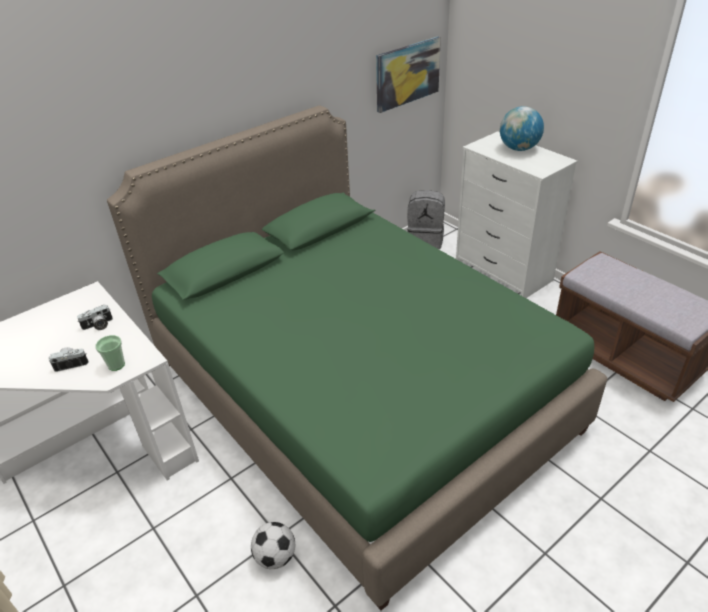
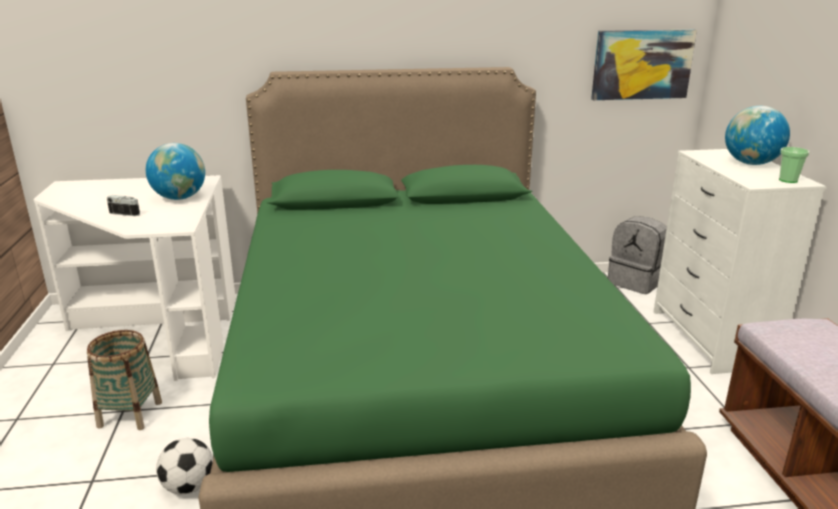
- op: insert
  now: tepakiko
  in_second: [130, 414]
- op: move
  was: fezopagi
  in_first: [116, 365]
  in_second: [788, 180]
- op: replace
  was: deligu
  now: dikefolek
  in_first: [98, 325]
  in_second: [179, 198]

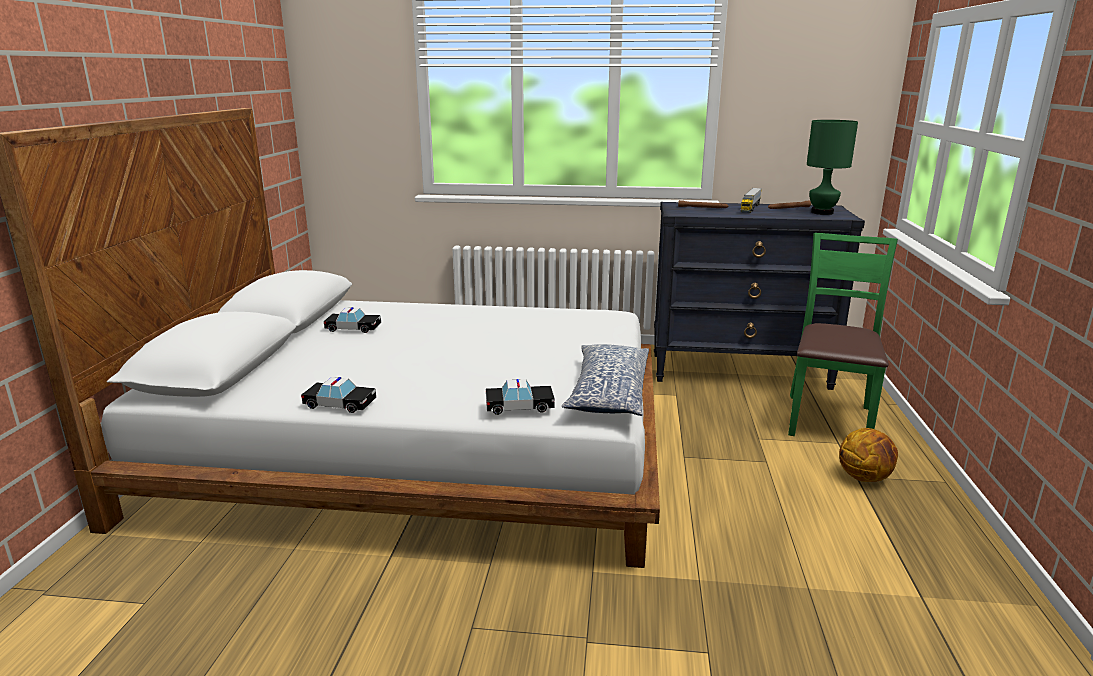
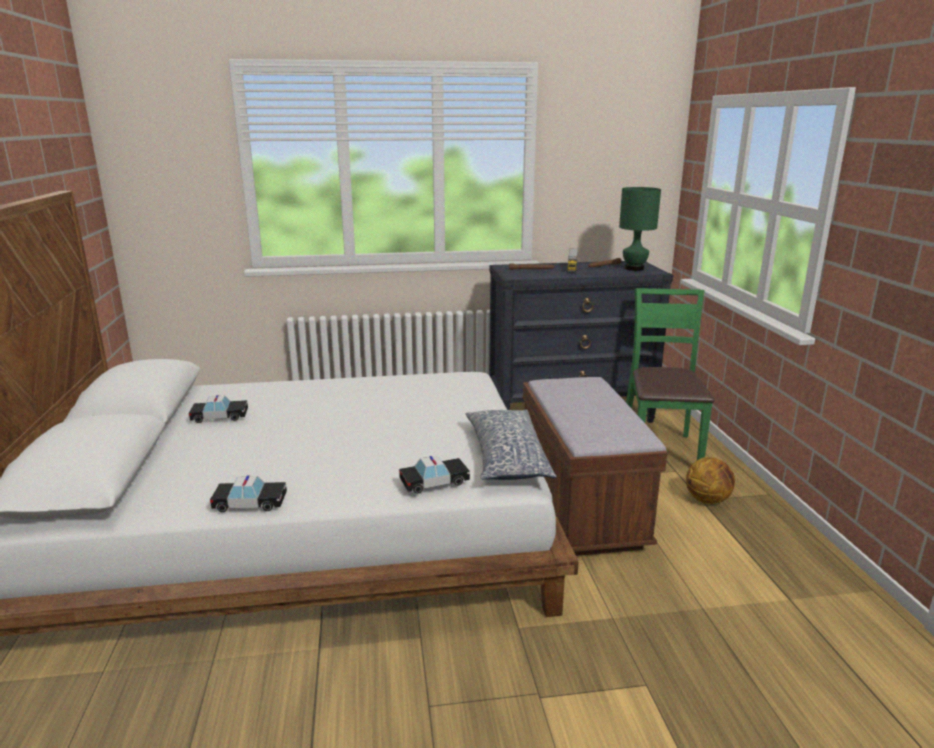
- op: insert
  now: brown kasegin
  in_second: [580, 507]

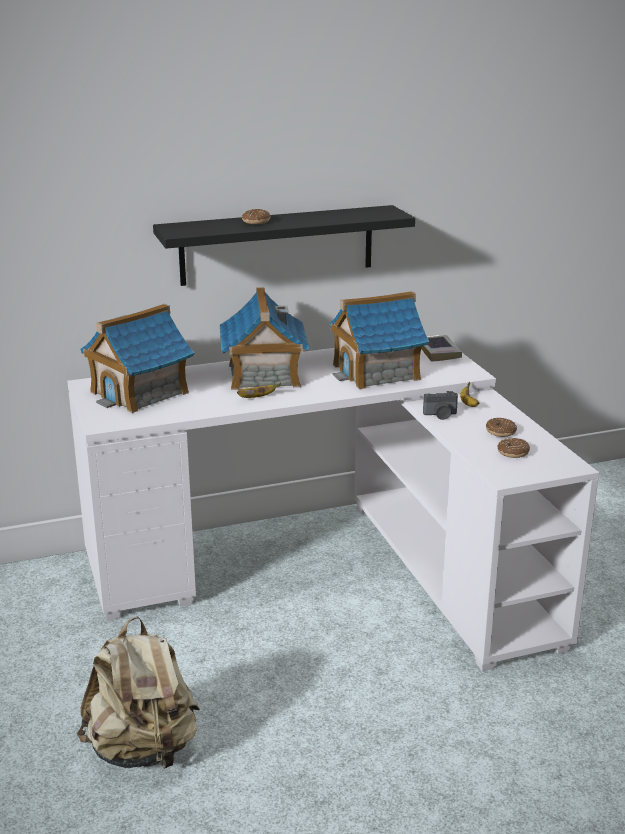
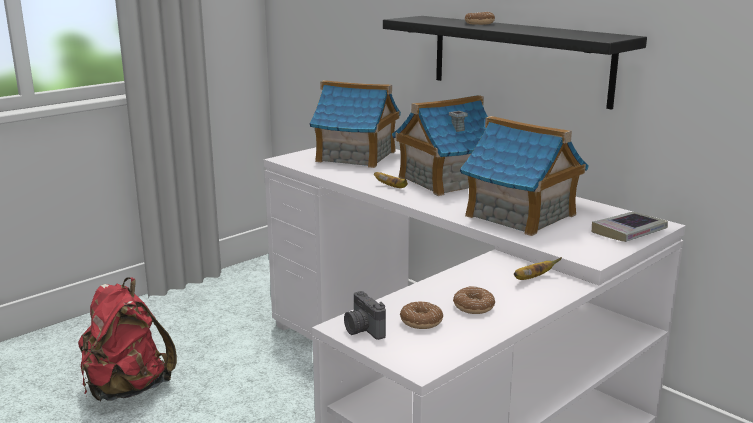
- op: move
  was: deligu
  in_first: [440, 415]
  in_second: [362, 330]
- op: recolor
  was: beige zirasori
  now: red zirasori
  in_first: [143, 750]
  in_second: [127, 389]

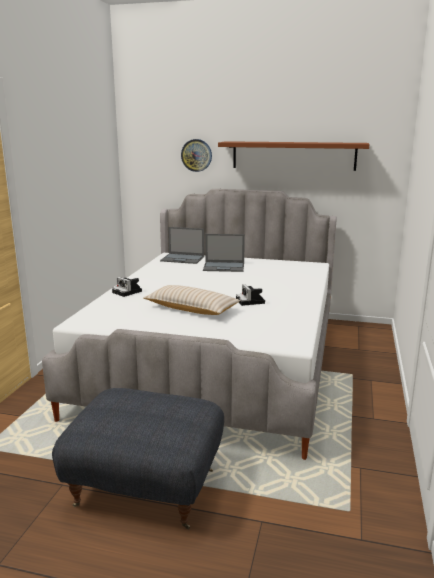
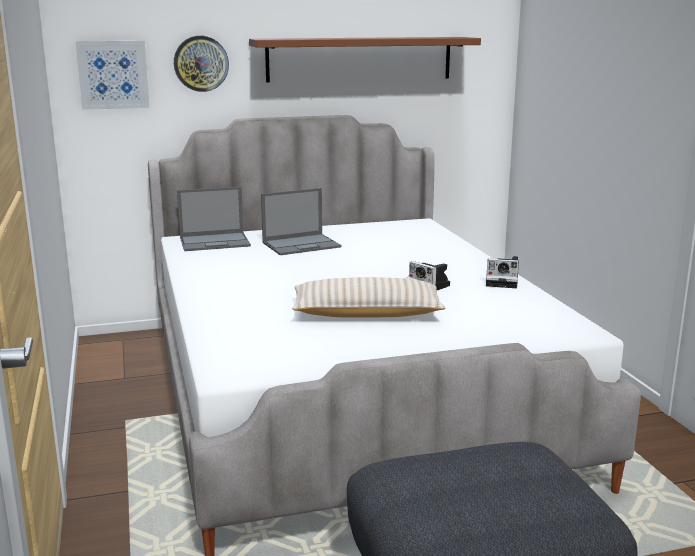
- op: insert
  now: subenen
  in_second: [113, 74]
- op: move
  was: deligu
  in_first: [128, 292]
  in_second: [503, 281]

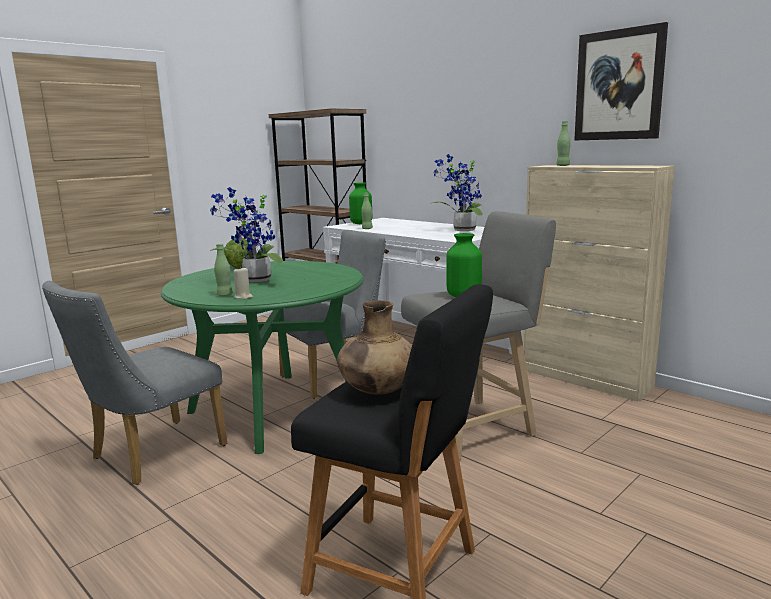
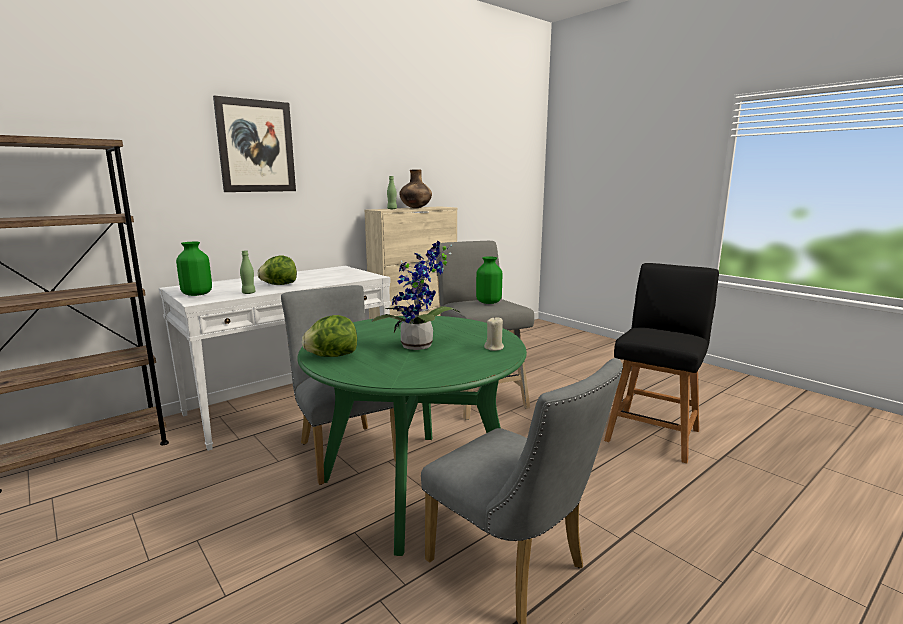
- op: delete
  was: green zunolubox
  in_first: [225, 295]
- op: delete
  was: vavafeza
  in_first: [461, 230]
- op: insert
  now: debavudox
  in_second: [279, 285]
- op: move
  was: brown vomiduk
  in_first: [377, 391]
  in_second: [415, 208]
- op: move
  was: subenen
  in_first: [619, 85]
  in_second: [256, 146]

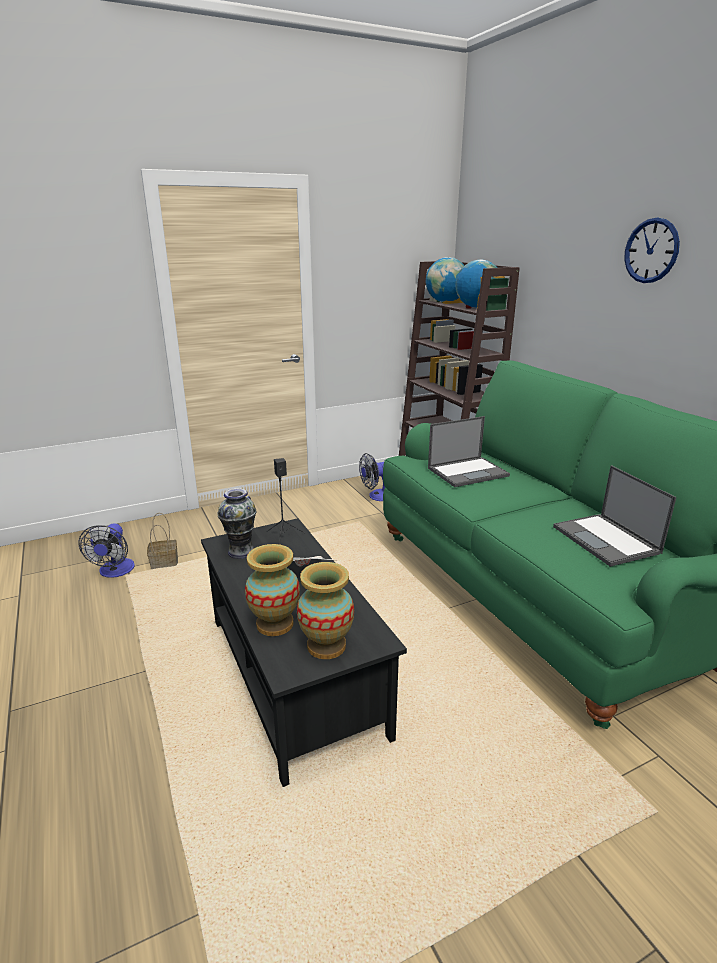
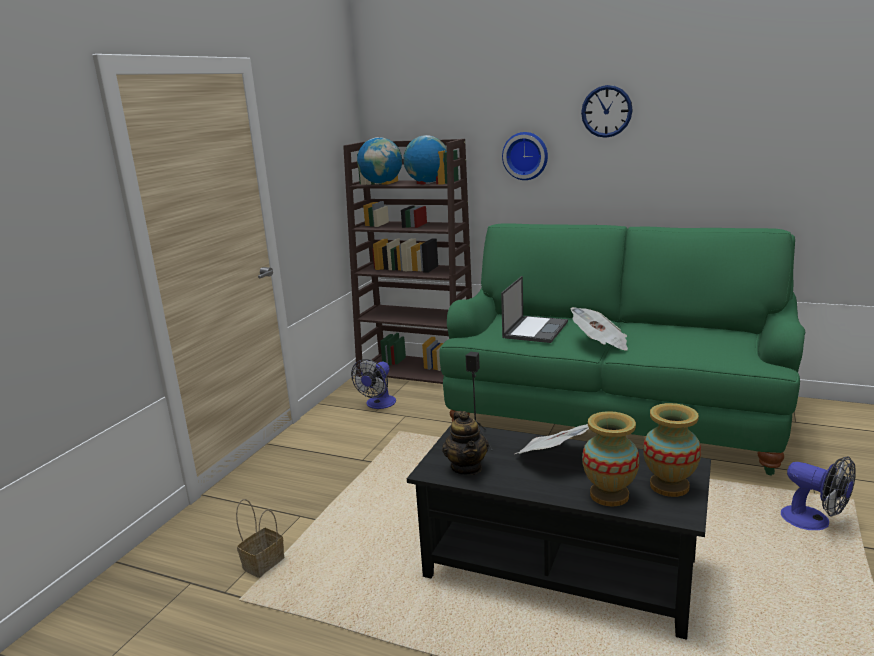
- op: delete
  was: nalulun
  in_first: [607, 540]
- op: insert
  now: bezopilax
  in_second: [525, 155]
- op: insert
  now: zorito
  in_second: [600, 343]
- op: move
  was: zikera
  in_first: [115, 571]
  in_second: [814, 522]
- op: replace
  was: vomiduk
  now: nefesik
  in_first: [241, 551]
  in_second: [466, 467]

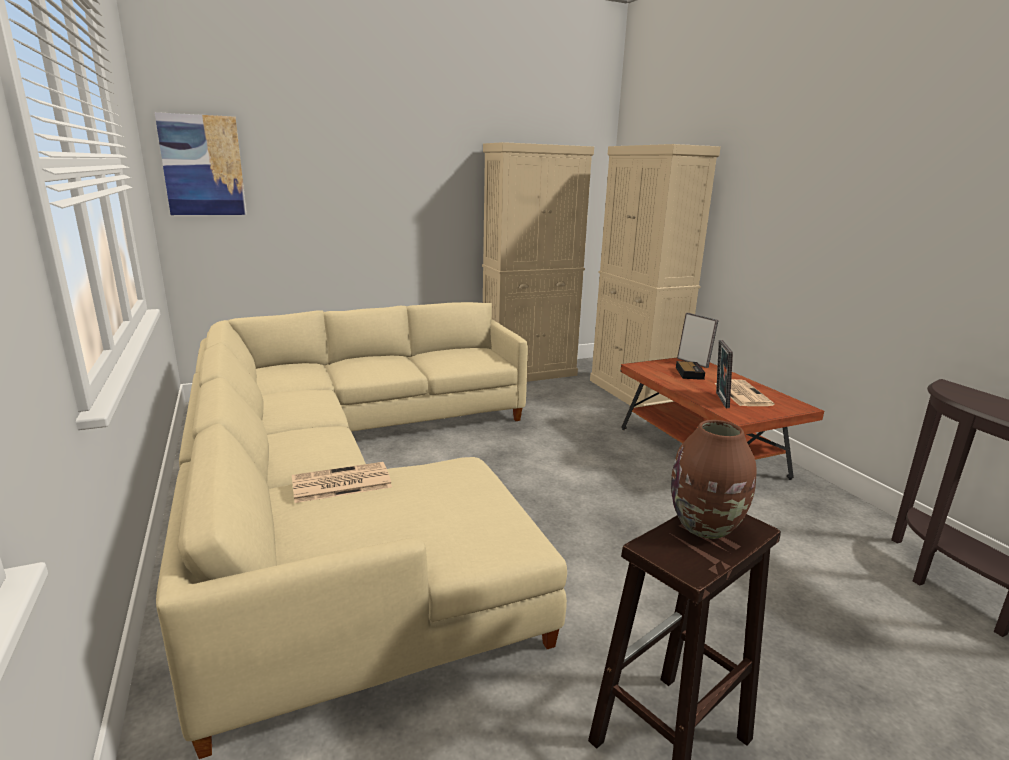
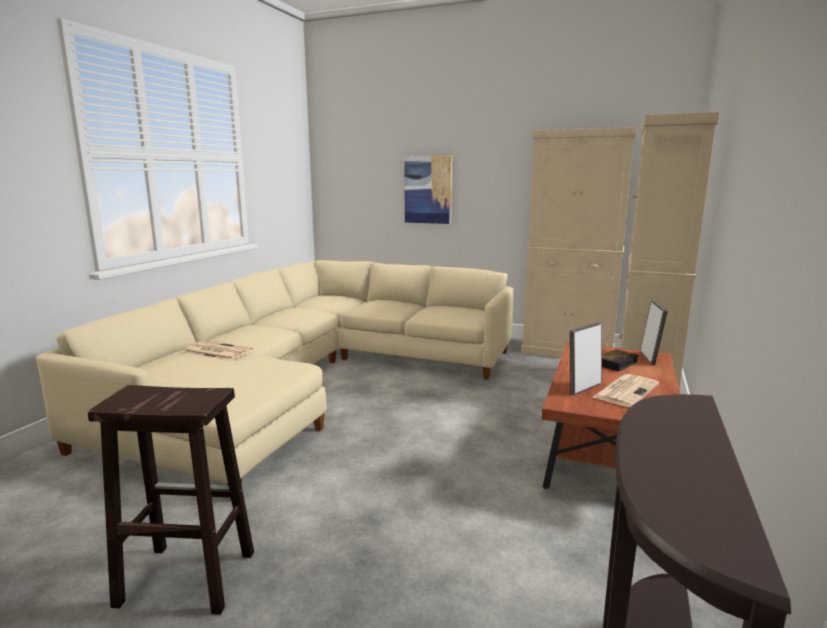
- op: delete
  was: brown vomiduk
  in_first: [706, 527]
- op: move
  was: subenen
  in_first: [203, 166]
  in_second: [428, 189]

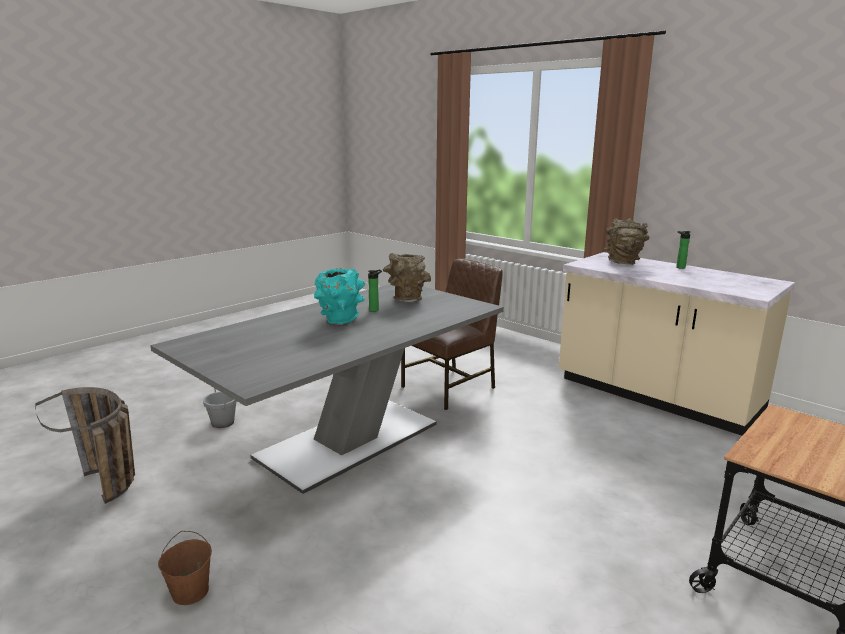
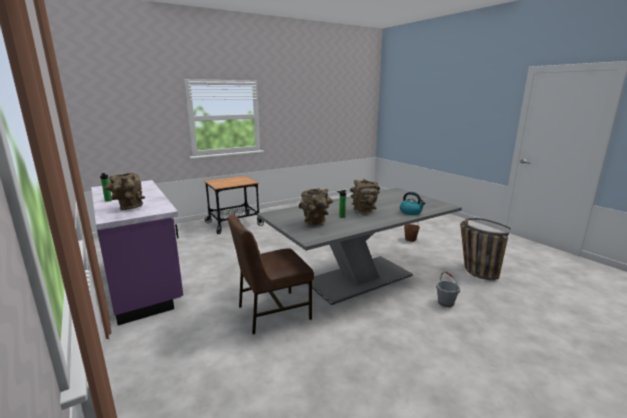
- op: insert
  now: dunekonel
  in_second: [411, 212]
- op: recolor
  was: turquoise vomiduk
  now: brown vomiduk
  in_first: [340, 321]
  in_second: [364, 211]
- op: recolor
  was: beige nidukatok
  now: purple nidukatok
  in_first: [655, 397]
  in_second: [143, 283]

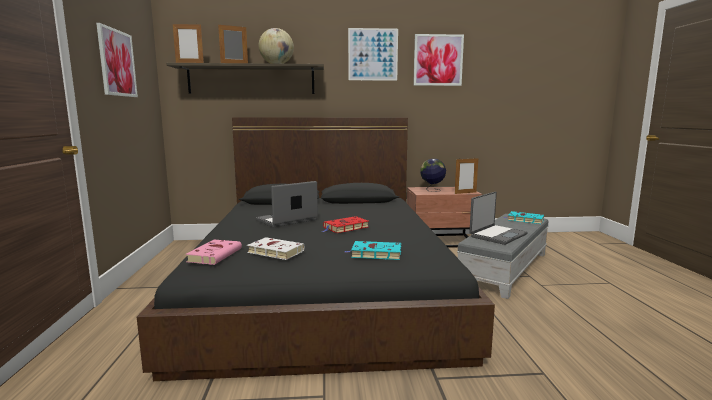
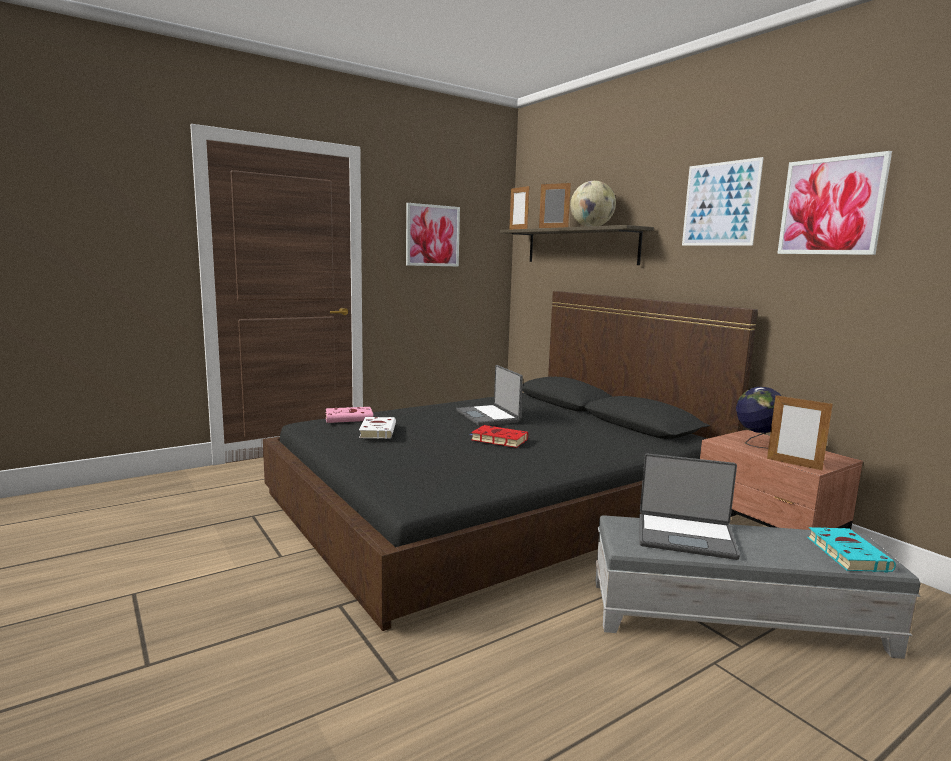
- op: delete
  was: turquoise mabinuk
  in_first: [374, 254]
- op: rotate
  was: nalulun
  in_first: [287, 220]
  in_second: [488, 416]
  clockwise: -135

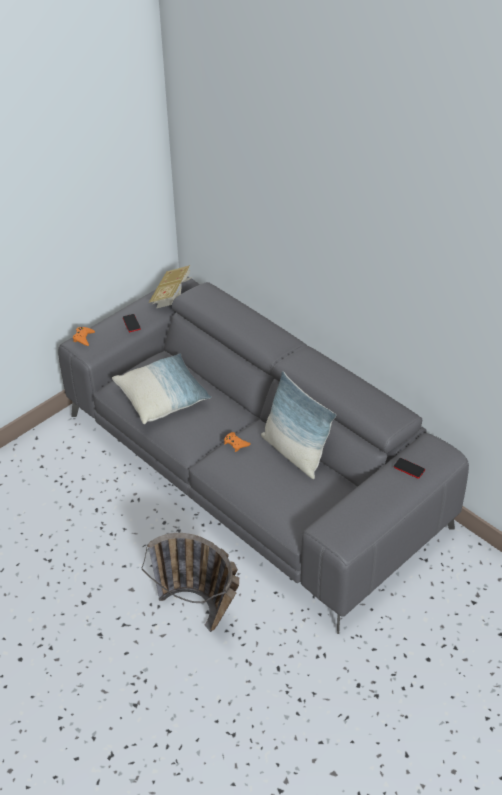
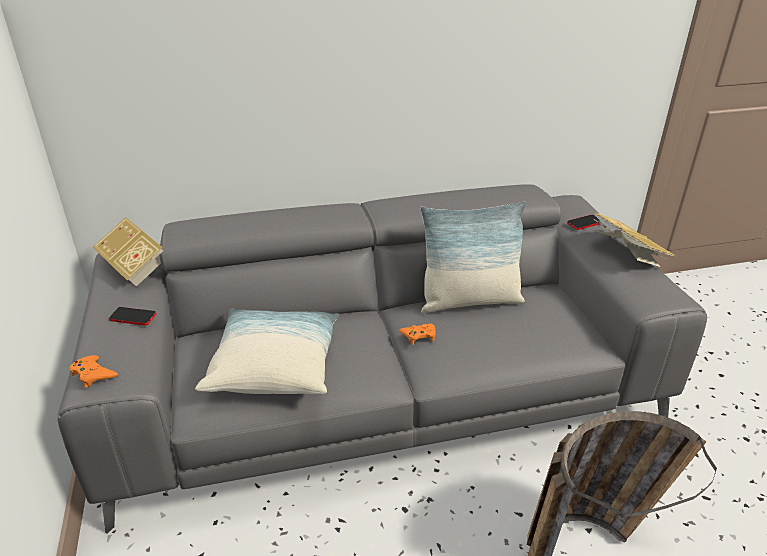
- op: insert
  now: mabinuk
  in_second: [626, 254]

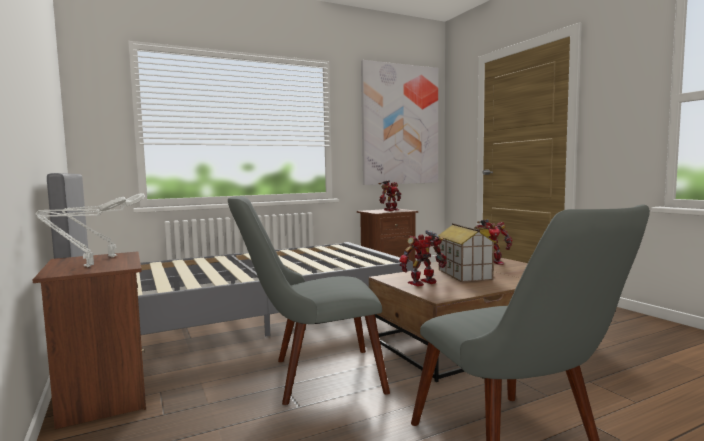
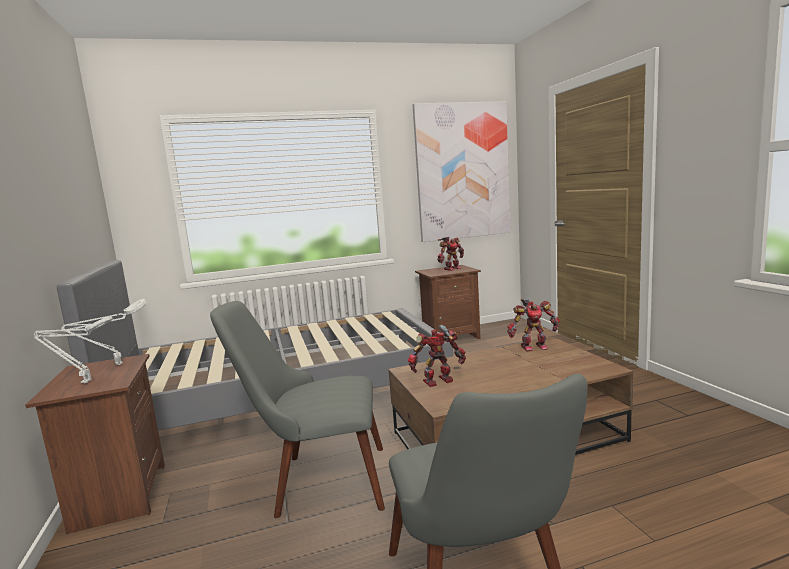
- op: delete
  was: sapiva
  in_first: [463, 274]

